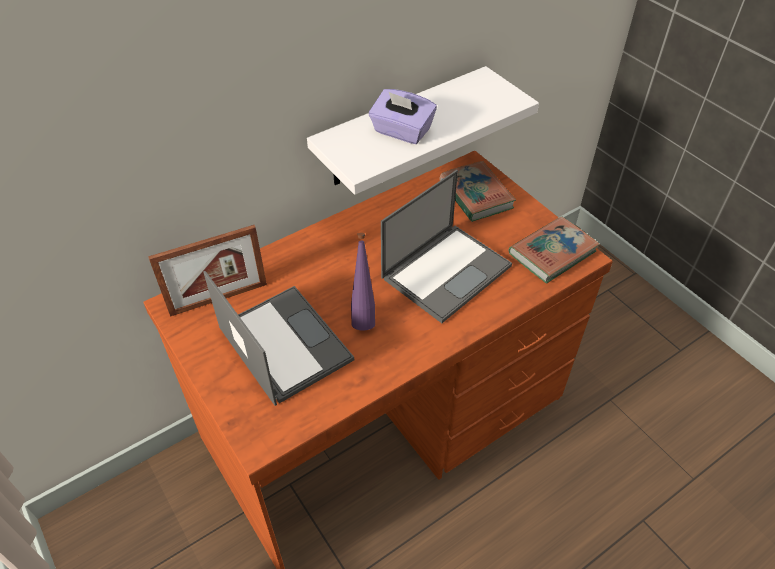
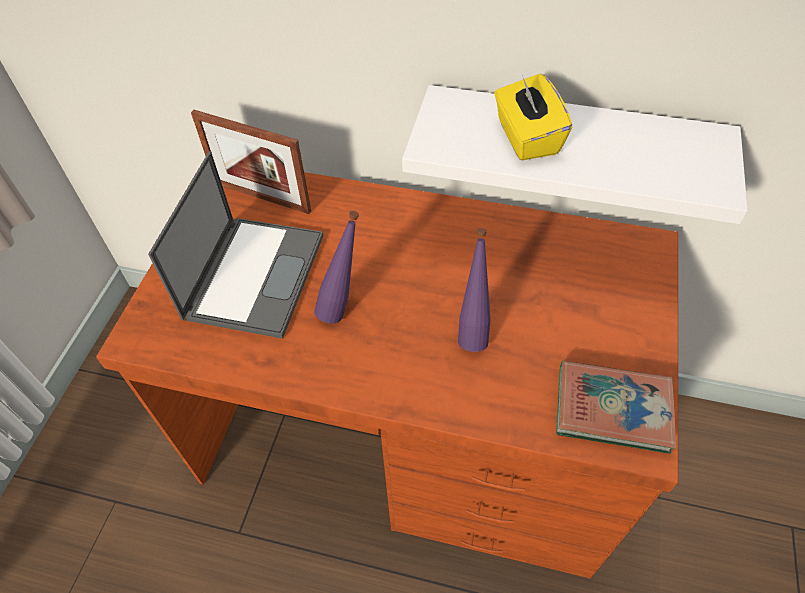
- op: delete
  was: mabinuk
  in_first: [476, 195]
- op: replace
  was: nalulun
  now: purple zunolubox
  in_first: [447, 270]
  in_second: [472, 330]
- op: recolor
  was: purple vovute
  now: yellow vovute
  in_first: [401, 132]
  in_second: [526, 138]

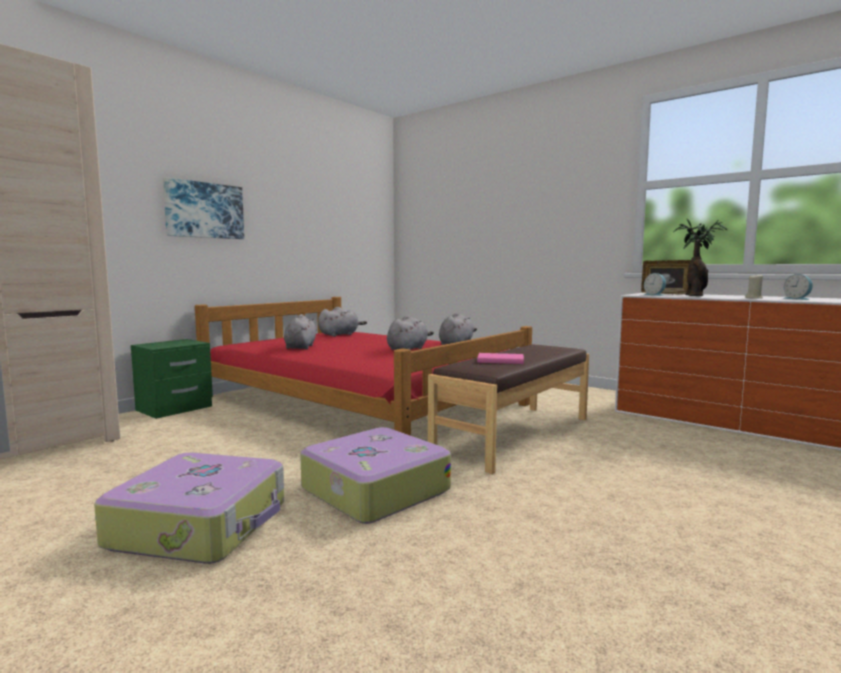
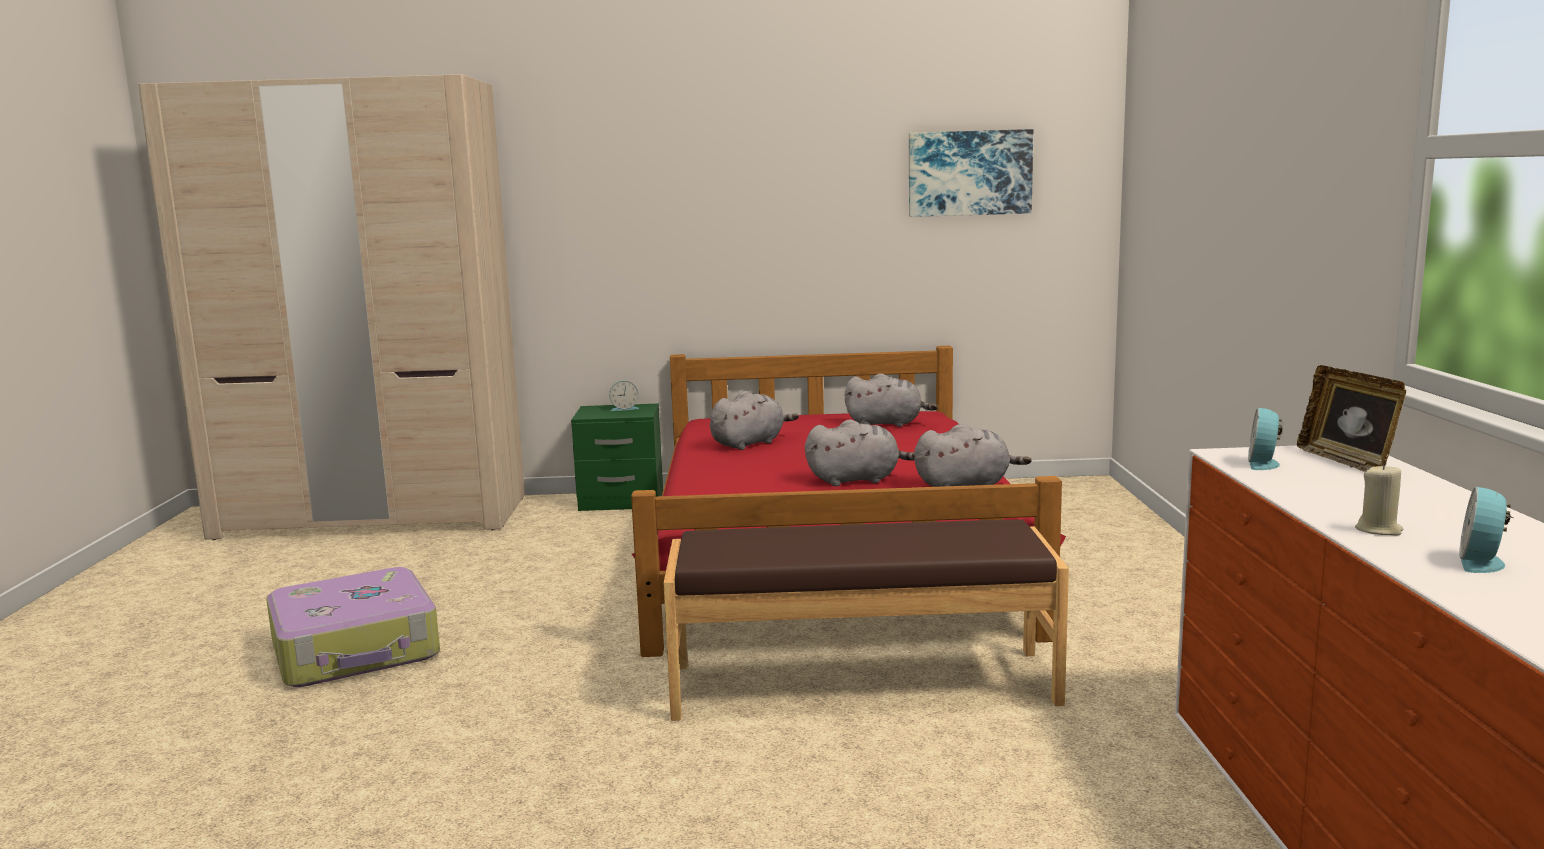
- op: delete
  was: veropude
  in_first: [373, 490]
- op: delete
  was: pink mabinuk
  in_first: [500, 360]
- op: delete
  was: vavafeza
  in_first: [695, 296]
- op: insert
  now: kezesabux
  in_second: [624, 408]
- op: move
  was: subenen
  in_first: [204, 210]
  in_second: [969, 173]

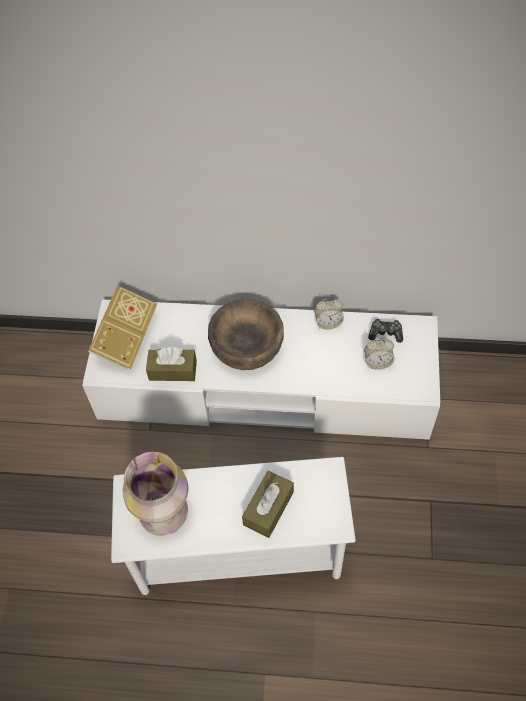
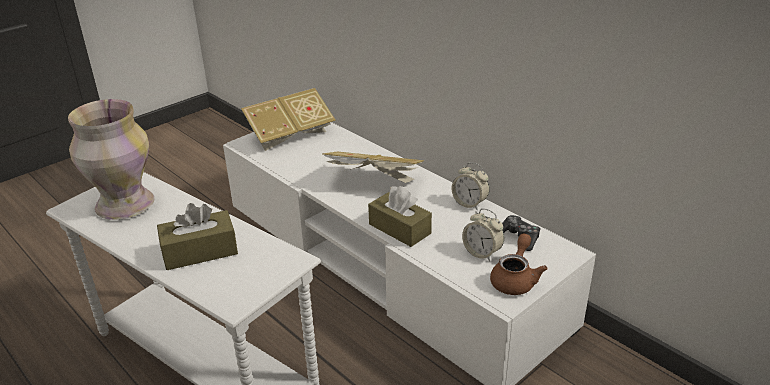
- op: insert
  now: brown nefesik
  in_second: [515, 279]
- op: move
  was: brown vovute
  in_first: [173, 370]
  in_second: [399, 229]
- op: replace
  was: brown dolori
  now: mabinuk
  in_first: [247, 347]
  in_second: [374, 183]

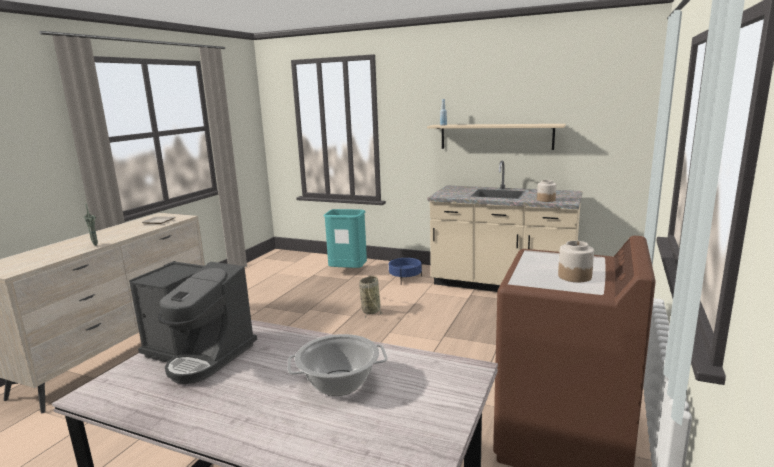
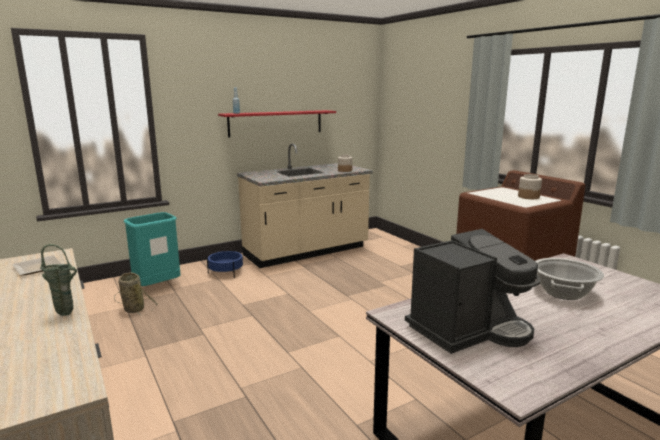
- op: move
  was: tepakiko
  in_first: [371, 310]
  in_second: [133, 309]
- op: recolor
  was: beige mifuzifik
  now: red mifuzifik
  in_first: [495, 136]
  in_second: [276, 123]

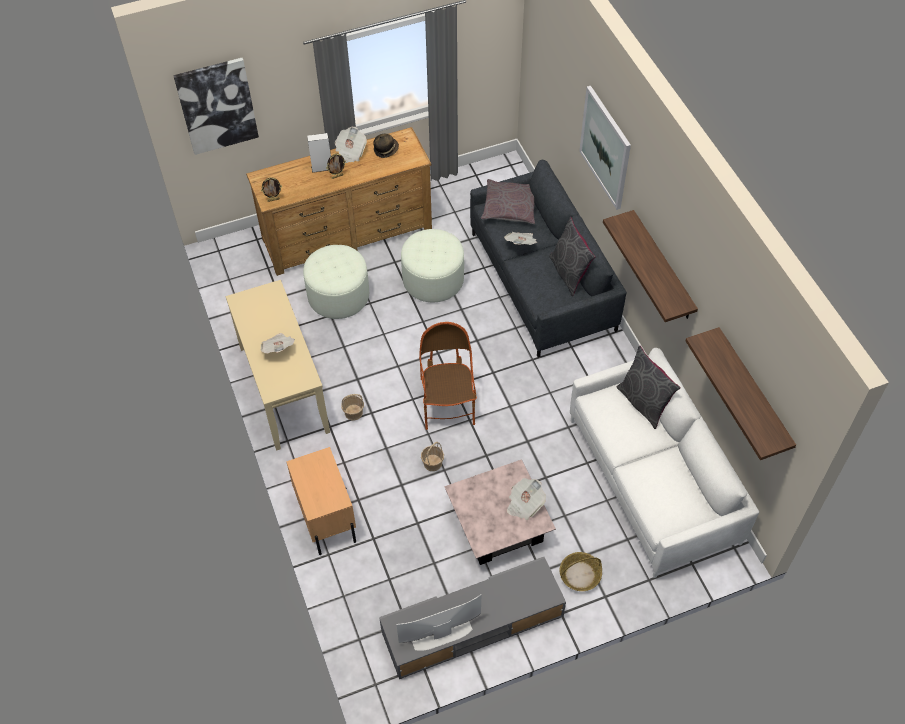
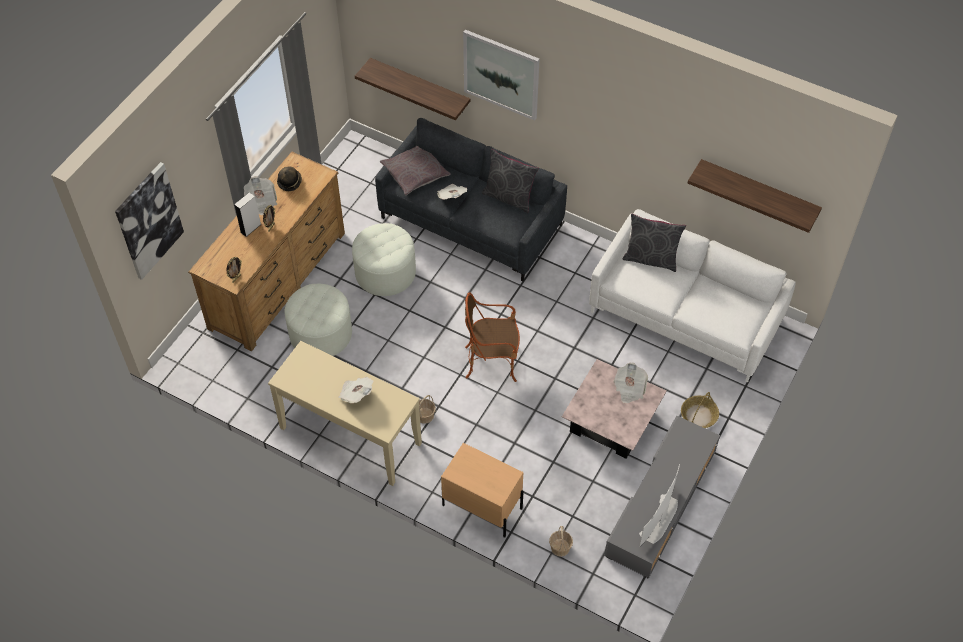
- op: move
  was: tepakiko
  in_first: [432, 463]
  in_second: [560, 547]
- op: move
  was: mifuzifik
  in_first: [662, 267]
  in_second: [420, 86]
- op: rotate
  was: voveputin
  in_first: [448, 406]
  in_second: [492, 361]
  clockwise: -45

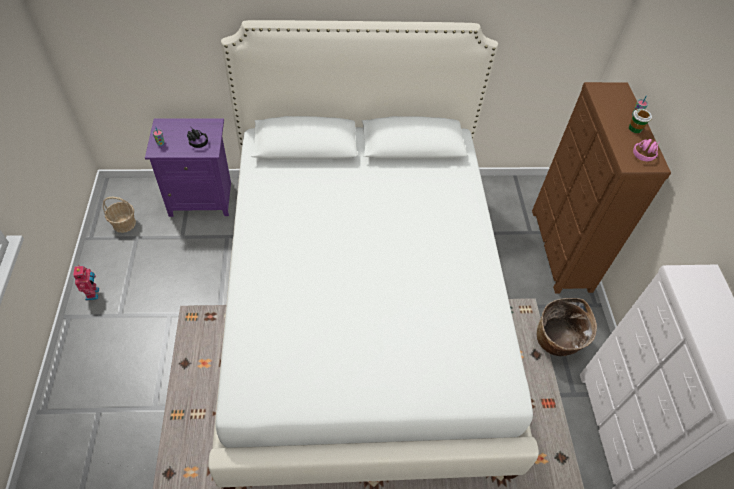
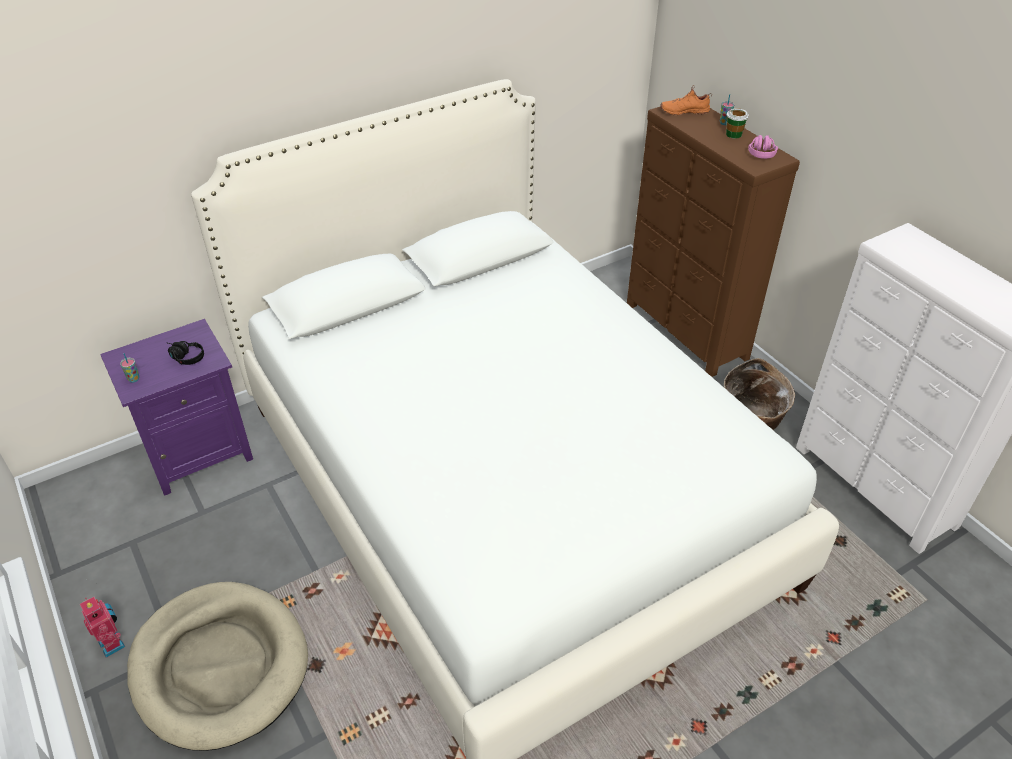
- op: delete
  was: tepakiko
  in_first: [124, 223]
- op: insert
  now: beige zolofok
  in_second: [220, 666]
- op: insert
  now: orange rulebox
  in_second: [684, 111]

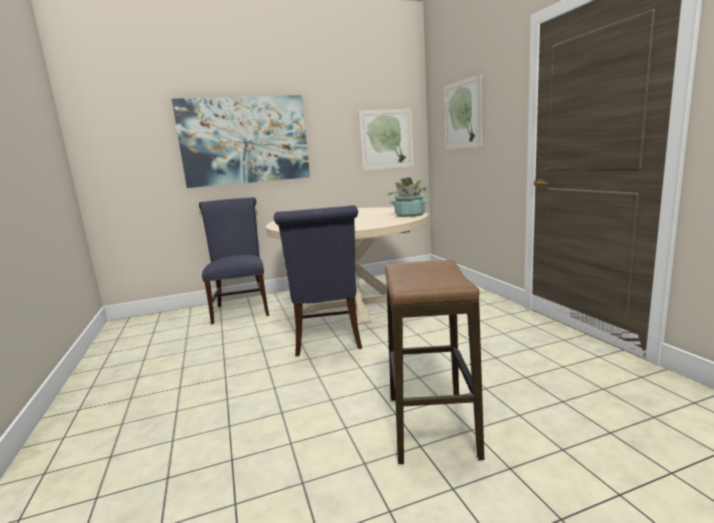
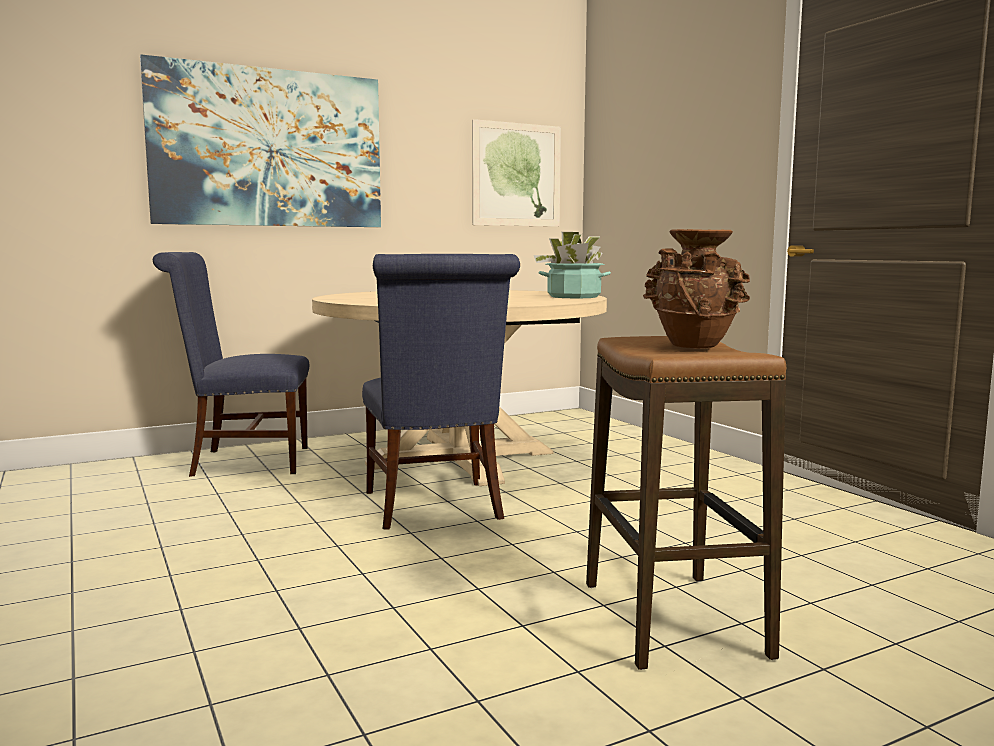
- op: delete
  was: subenen
  in_first: [462, 115]
- op: insert
  now: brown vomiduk
  in_second: [694, 346]
- op: rotate
  was: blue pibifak
  in_first: [241, 309]
  in_second: [242, 461]
  clockwise: -75

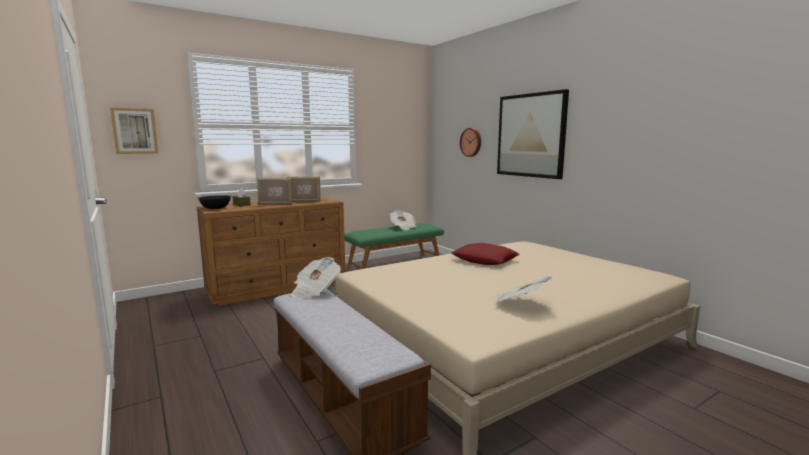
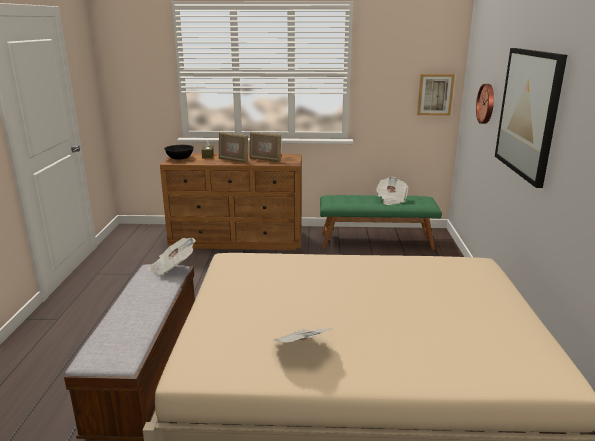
- op: delete
  was: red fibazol
  in_first: [485, 260]
- op: move
  was: subenen
  in_first: [134, 131]
  in_second: [435, 94]

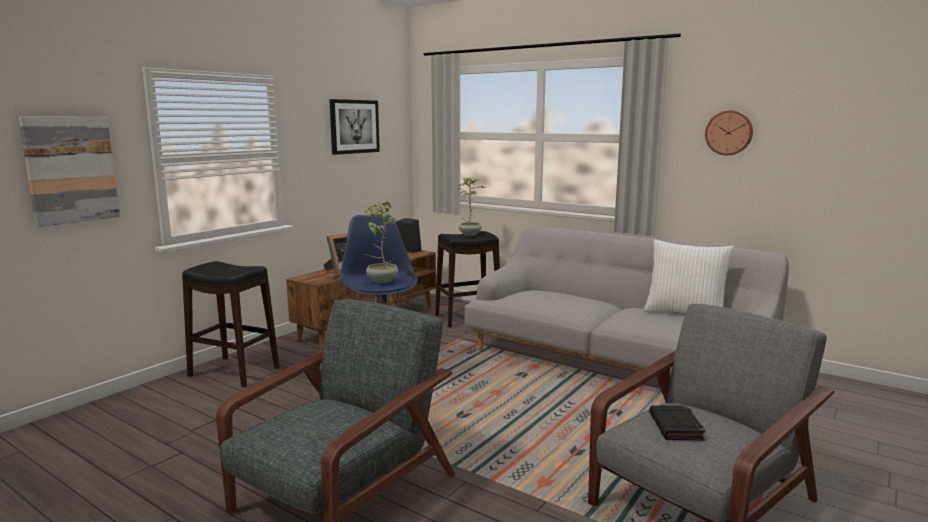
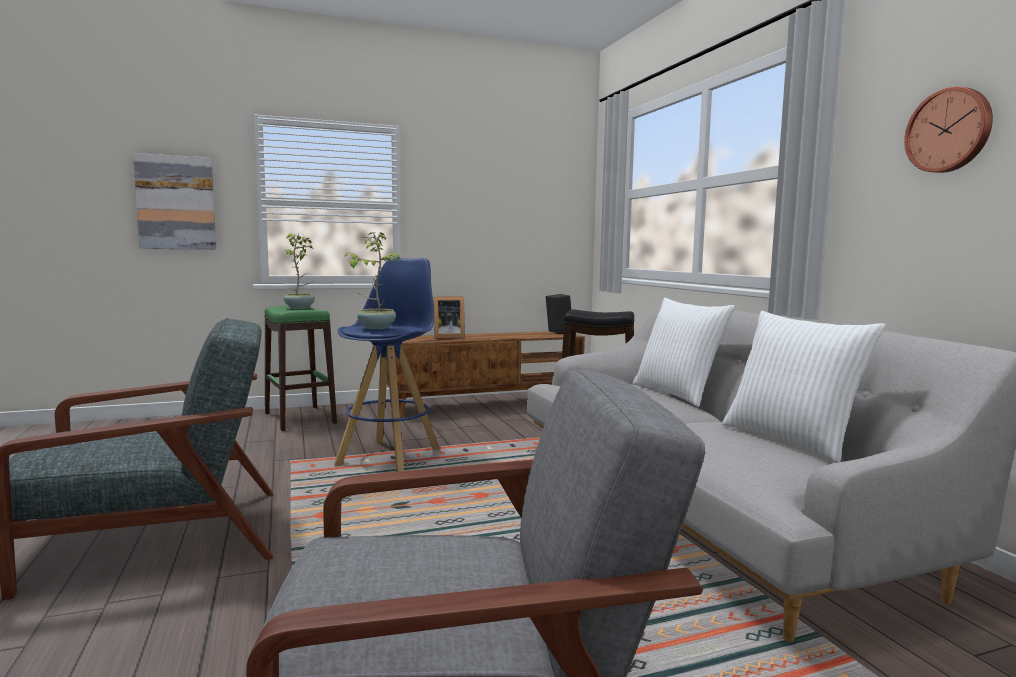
- op: delete
  was: subenen
  in_first: [354, 126]
- op: delete
  was: black mabinuk
  in_first: [676, 427]
- op: insert
  now: white fibazol
  in_second: [677, 394]
- op: move
  was: vavafeza
  in_first: [470, 234]
  in_second: [300, 308]
- op: recolor
  was: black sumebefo
  now: green sumebefo
  in_first: [234, 372]
  in_second: [300, 418]

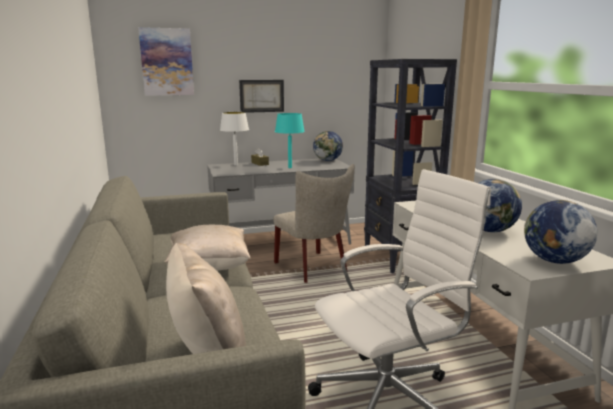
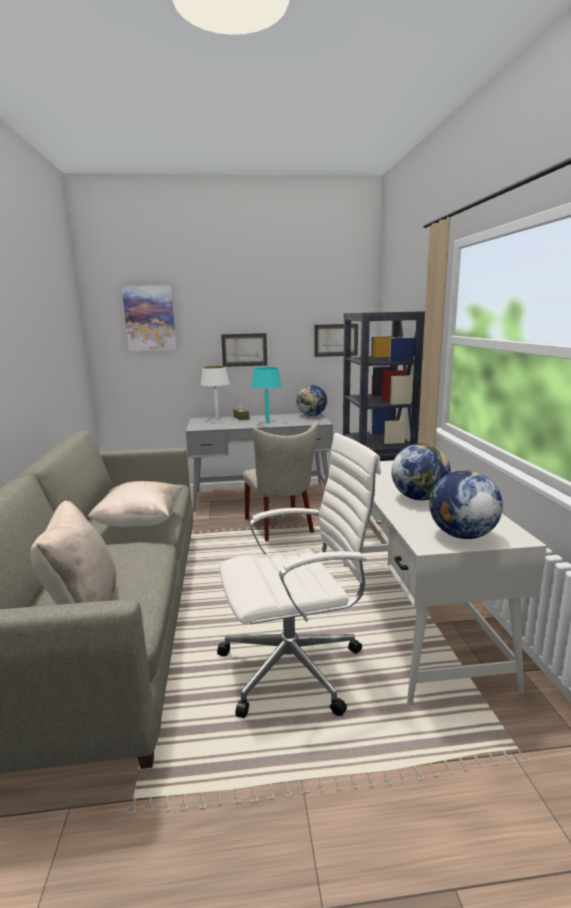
- op: insert
  now: subenen
  in_second: [336, 340]

